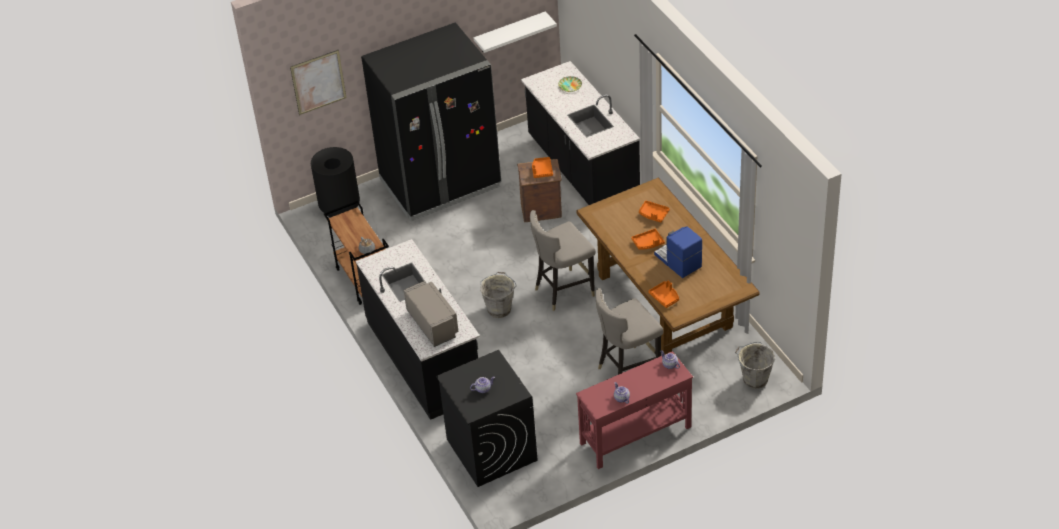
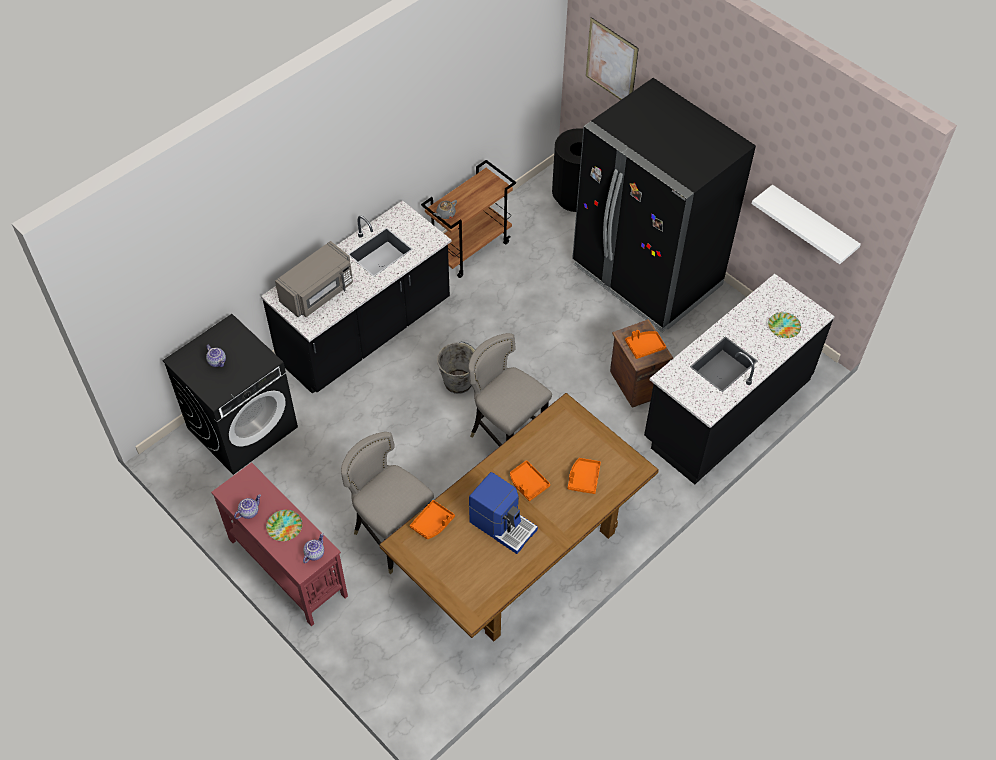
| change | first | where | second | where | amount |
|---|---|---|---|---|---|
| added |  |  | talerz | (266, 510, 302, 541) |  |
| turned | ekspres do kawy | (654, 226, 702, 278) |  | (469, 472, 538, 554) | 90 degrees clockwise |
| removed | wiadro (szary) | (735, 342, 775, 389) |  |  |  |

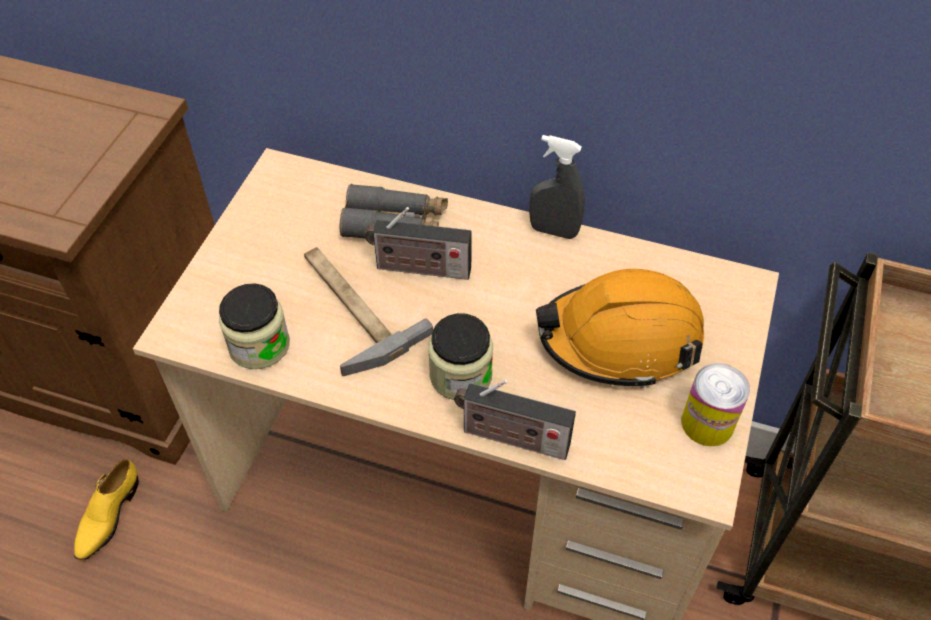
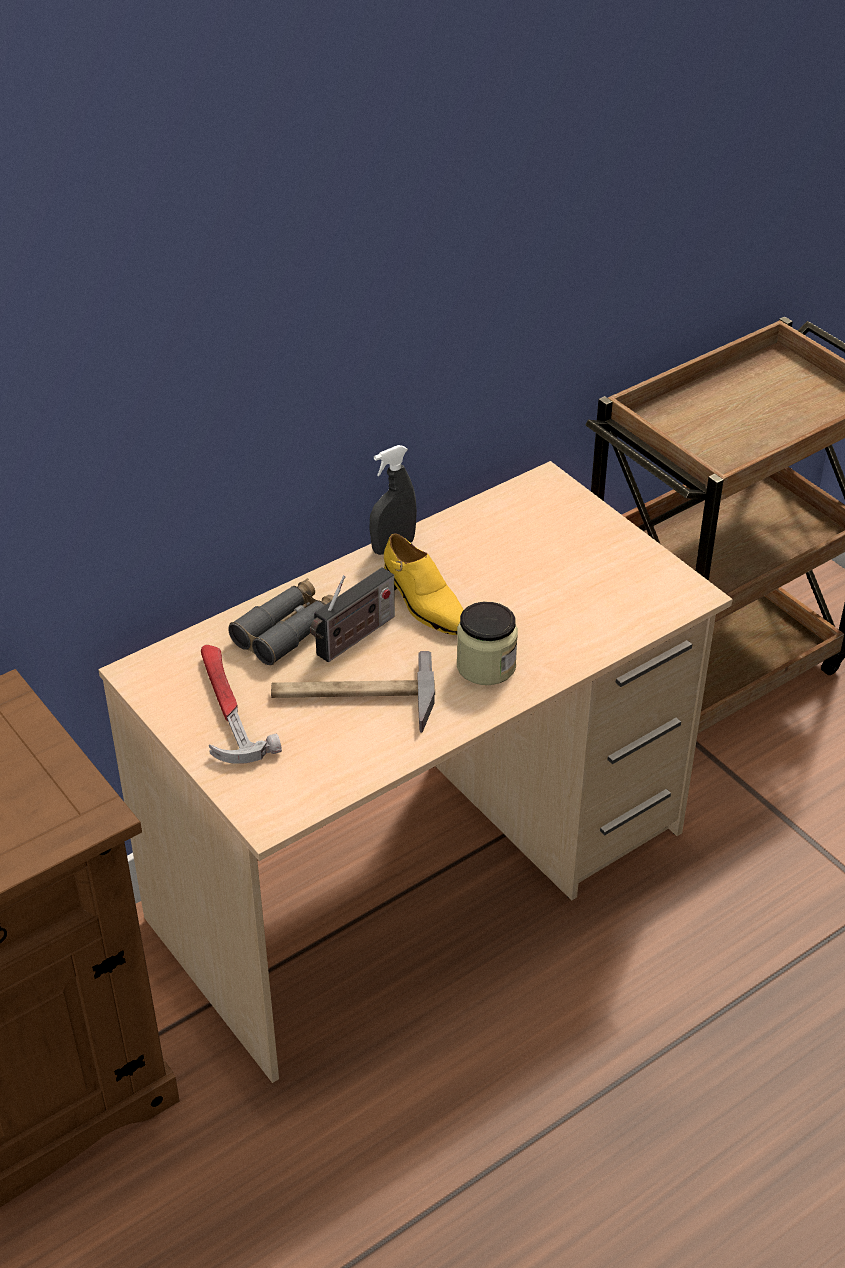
| change | first | where | second | where | amount |
|---|---|---|---|---|---|
| added |  |  | młotek | (201, 645, 282, 764) |  |
| moved | but (żółty) | (74, 459, 139, 560) |  | (384, 533, 463, 635) |  |
| removed | słoik | (219, 283, 290, 369) |  |  |  |
| removed | radio | (454, 380, 576, 460) |  |  |  |
| removed | kask (pomarańczowy) | (536, 269, 704, 388) |  |  |  |
| removed | puszka | (681, 363, 750, 446) |  |  |  |

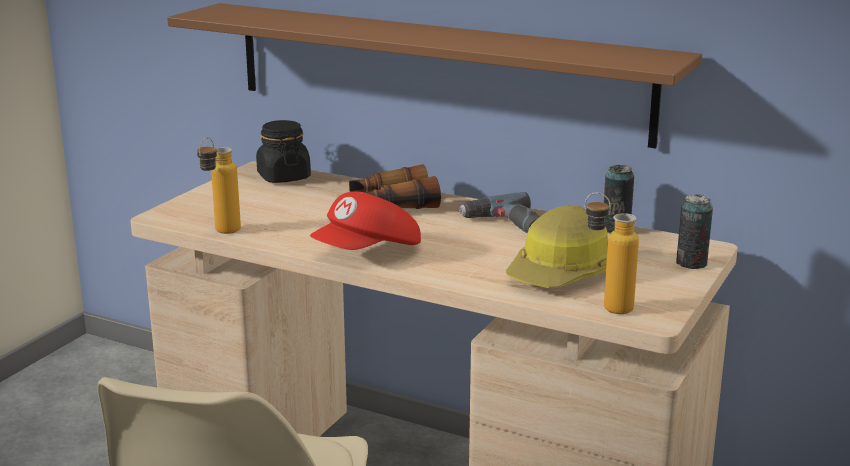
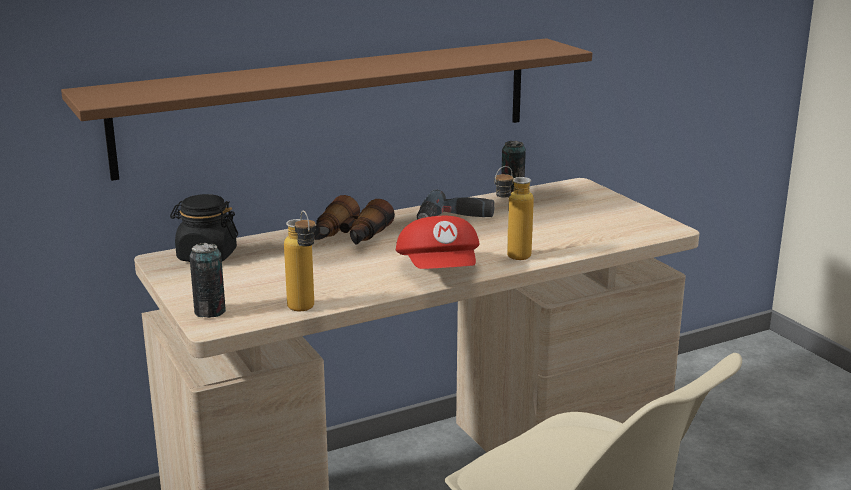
| change | first | where | second | where | amount |
|---|---|---|---|---|---|
| moved | puszka | (676, 195, 713, 269) |  | (190, 243, 226, 318) |  |
| moved | butelka | (585, 192, 639, 314) |  | (495, 166, 534, 260) |  |
| removed | kask | (506, 205, 608, 288) |  |  |  |

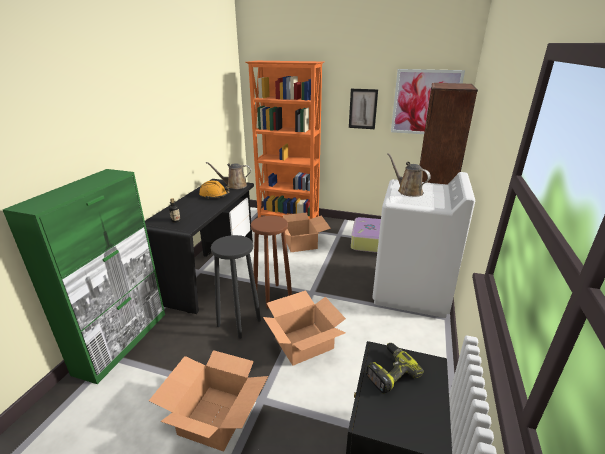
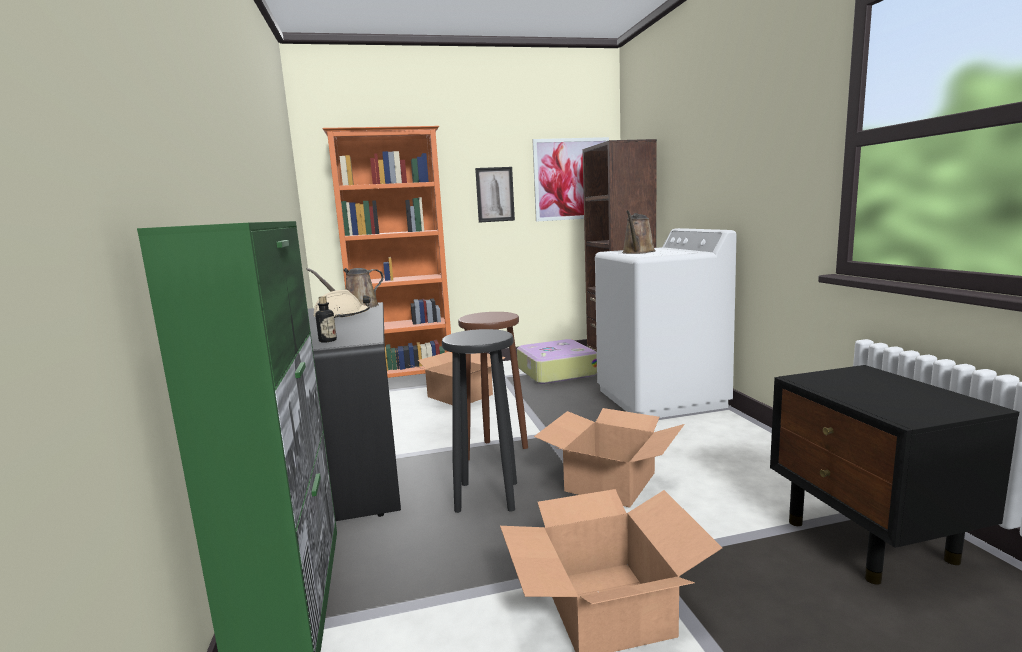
| change | first | where | second | where | amount |
|---|---|---|---|---|---|
| recoloured | kask (pomarańczowy) | (199, 180, 230, 199) | kask (beżowy) | (313, 290, 370, 319) |  |
| turned | konewka (brązowy) | (388, 153, 431, 197) |  | (622, 210, 655, 254) | 90 degrees counterclockwise |
| removed | wiertarka | (366, 343, 424, 394) |  |  |  |

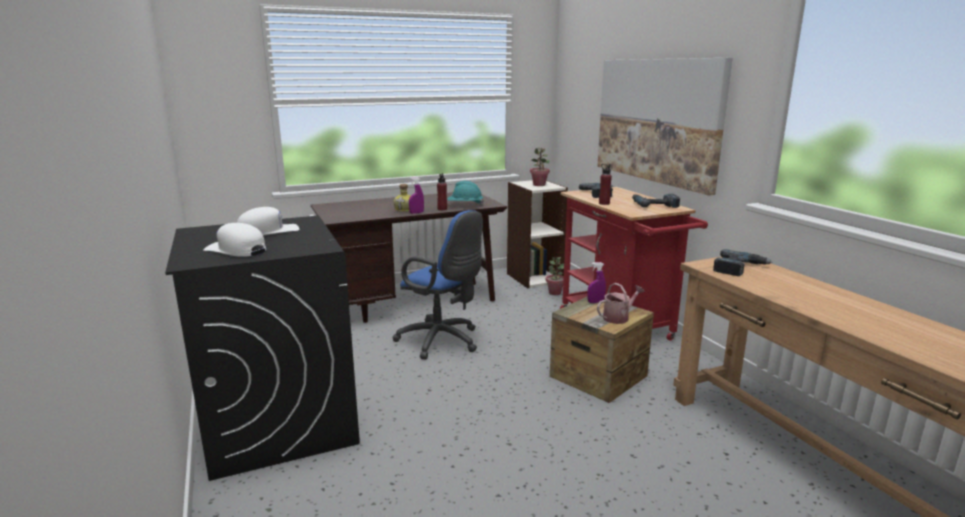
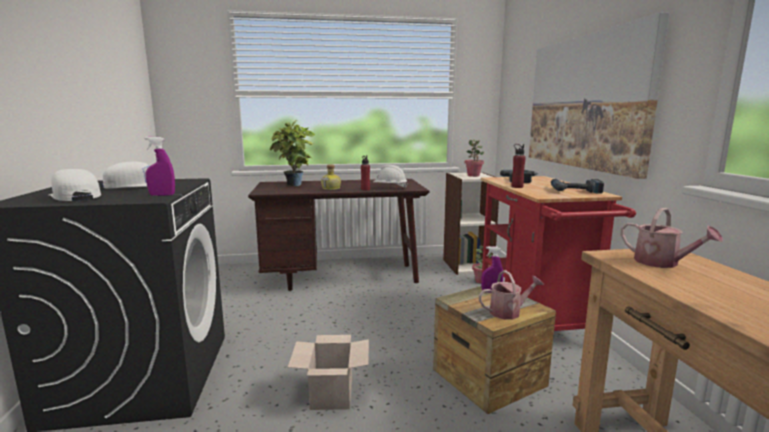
| change | first | where | second | where | amount |
|---|---|---|---|---|---|
| moved | spryskiwacz (fioletowy) | (409, 177, 424, 214) |  | (144, 137, 175, 196) |  |
| added |  |  | roślina doniczkowa | (270, 120, 315, 186) |  |
| added |  |  | karton | (288, 335, 369, 410) |  |
| recoloured | kask (turkusowy) | (447, 181, 484, 205) | kask (biały) | (373, 165, 408, 189) |  |
| replaced | wiertarka | (713, 249, 773, 276) | konewka | (621, 208, 723, 268) |  |
| removed | krzesło biurowe (niebieski) | (392, 210, 483, 360) |  |  |  |

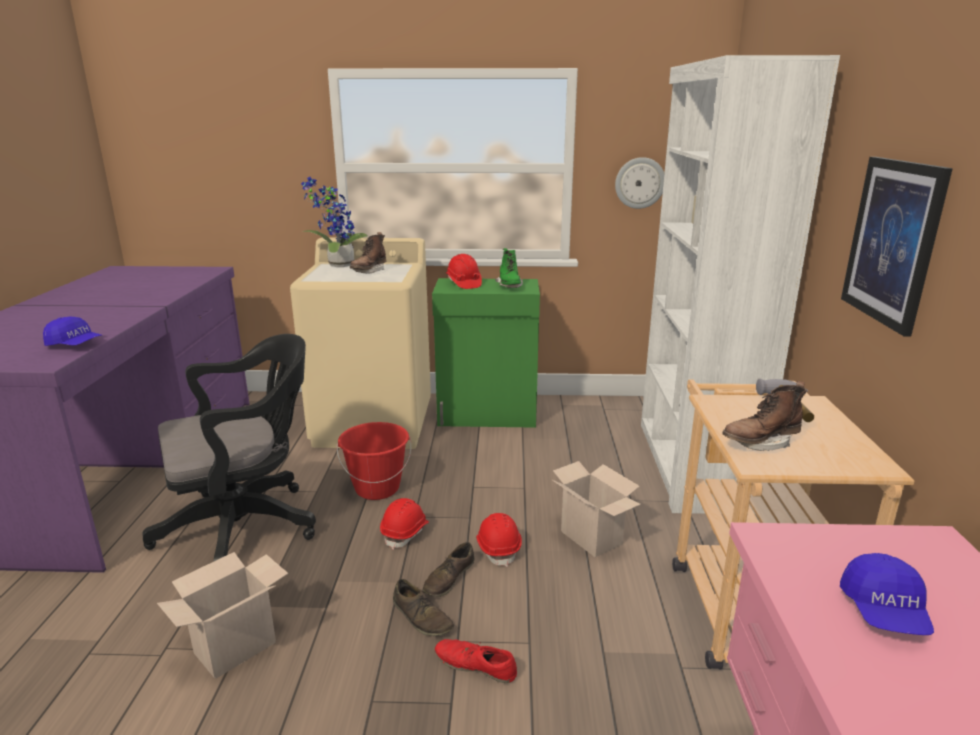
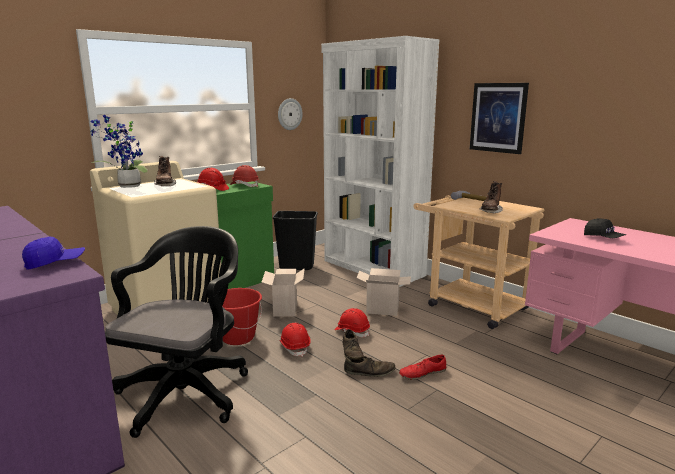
| change | first | where | second | where | amount |
|---|---|---|---|---|---|
| replaced | but z cholewką (zielony) | (495, 248, 523, 288) | kask (czerwony) | (230, 165, 259, 187) |  |
| moved | karton | (157, 552, 288, 679) |  | (262, 268, 305, 316) |  |
| added |  |  | kosz na śmieci (czarny) | (273, 211, 318, 270) |  |
| recoloured | czapka z daszkiem (niebieski) | (840, 553, 934, 635) | czapka z daszkiem (czarny) | (584, 218, 627, 238) |  |

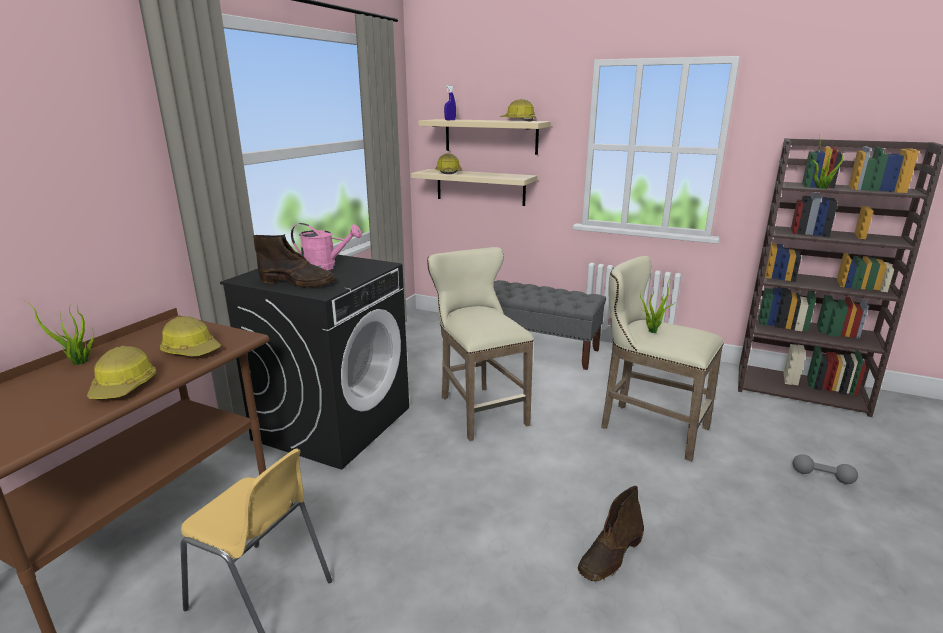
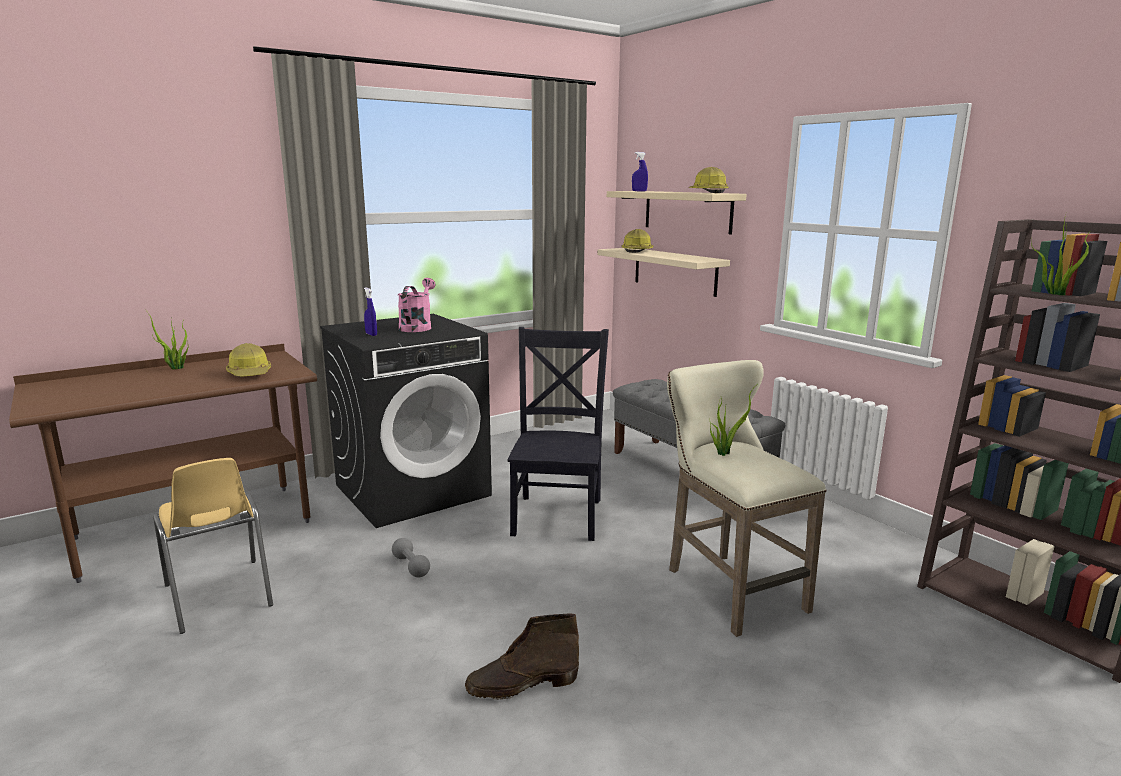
| change | first | where | second | where | amount |
|---|---|---|---|---|---|
| replaced | but z cholewką (brązowy) | (253, 234, 335, 288) | spryskiwacz (niebieski) | (364, 287, 377, 336) |  |
| moved | hantel (szary) | (793, 454, 858, 484) |  | (392, 538, 430, 577) |  |
| turned | konewka (różowy) | (291, 223, 362, 270) |  | (398, 278, 436, 332) | 120 degrees counterclockwise |
| replaced | stołek (beżowy) | (427, 247, 534, 441) | krzesło (czarny) | (508, 327, 609, 541) |  |
| removed | kask | (87, 346, 156, 399) |  |  |  |

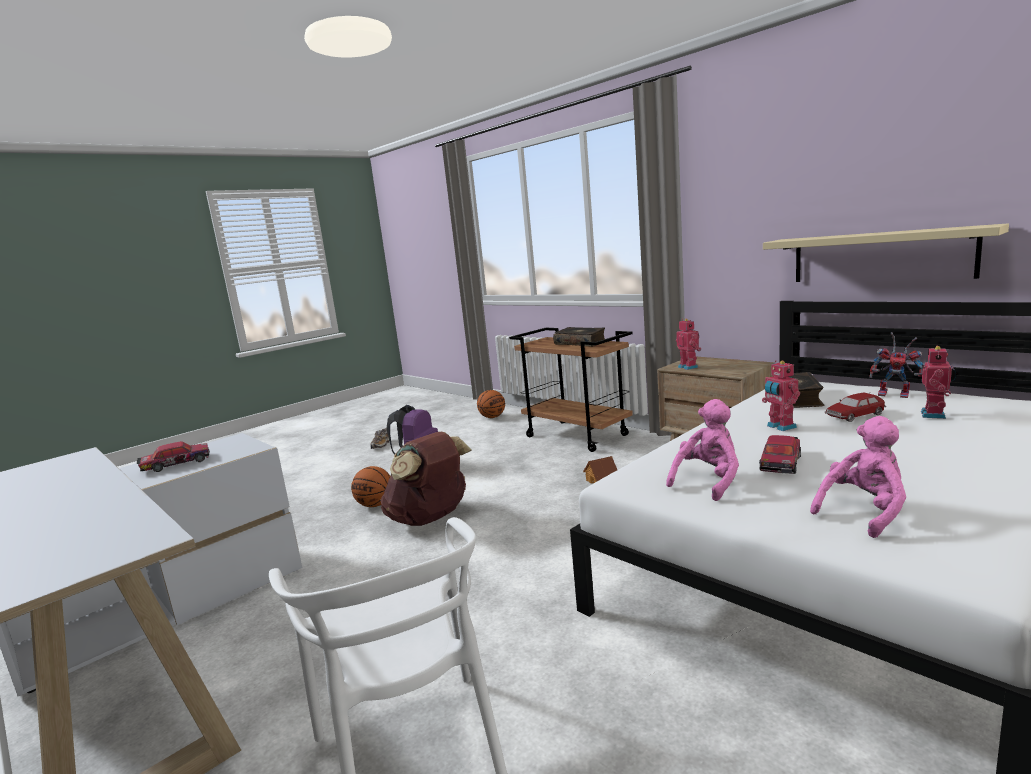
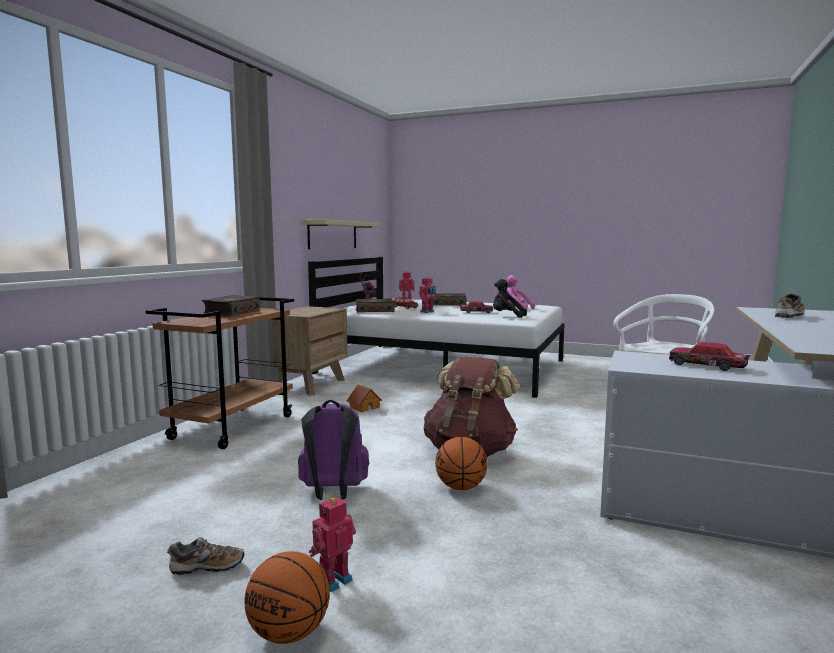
| change | first | where | second | where | amount |
|---|---|---|---|---|---|
| moved | piłka do koszykówki | (477, 390, 505, 418) |  | (244, 551, 330, 644) |  |
| moved | robot zabawkowy | (676, 319, 701, 370) |  | (309, 496, 356, 592) |  |
| added |  |  | książka | (432, 293, 466, 306) |  |
| recoloured | pluszak (różowy) | (666, 399, 739, 501) | pluszak (czarny) | (493, 279, 527, 318) |  |
| added |  |  | but | (775, 293, 805, 318) |  |

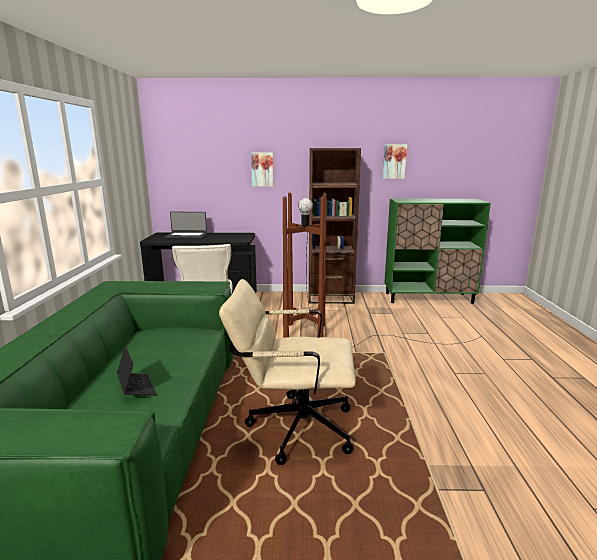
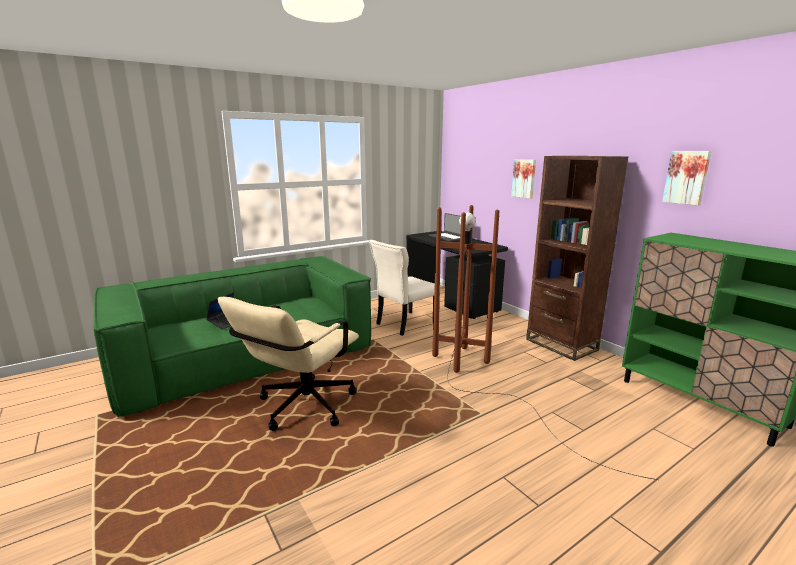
| change | first | where | second | where | amount |
|---|---|---|---|---|---|
| turned | krzesło biurowe (beżowy) | (219, 279, 356, 465) |  | (218, 297, 359, 431) | 120 degrees counterclockwise |

